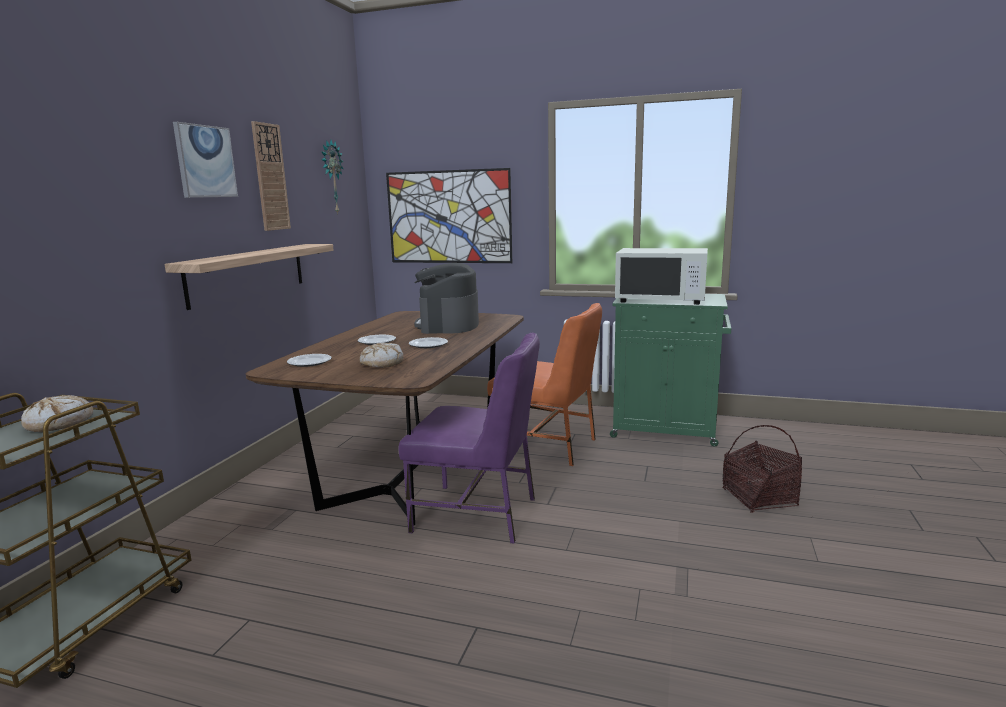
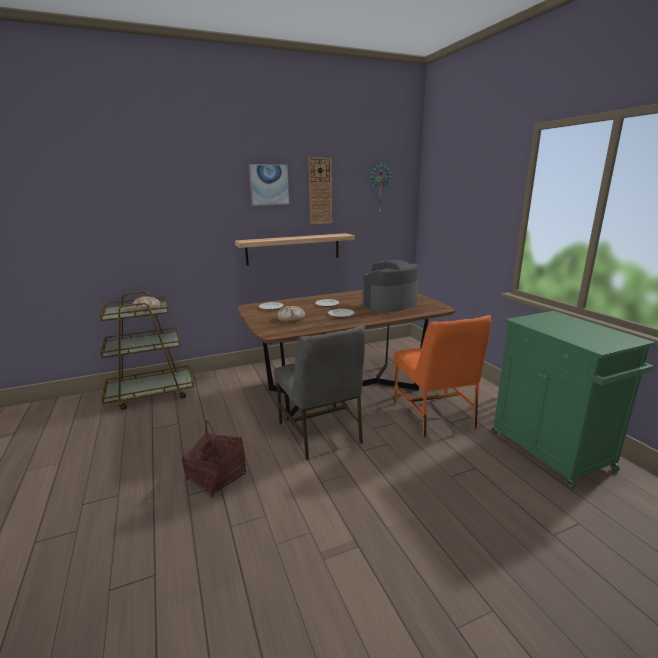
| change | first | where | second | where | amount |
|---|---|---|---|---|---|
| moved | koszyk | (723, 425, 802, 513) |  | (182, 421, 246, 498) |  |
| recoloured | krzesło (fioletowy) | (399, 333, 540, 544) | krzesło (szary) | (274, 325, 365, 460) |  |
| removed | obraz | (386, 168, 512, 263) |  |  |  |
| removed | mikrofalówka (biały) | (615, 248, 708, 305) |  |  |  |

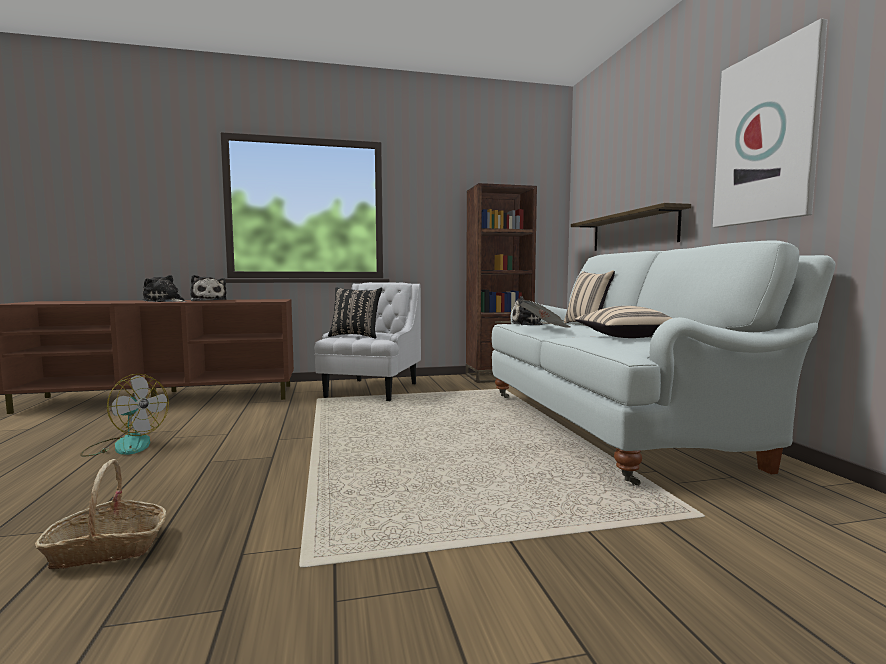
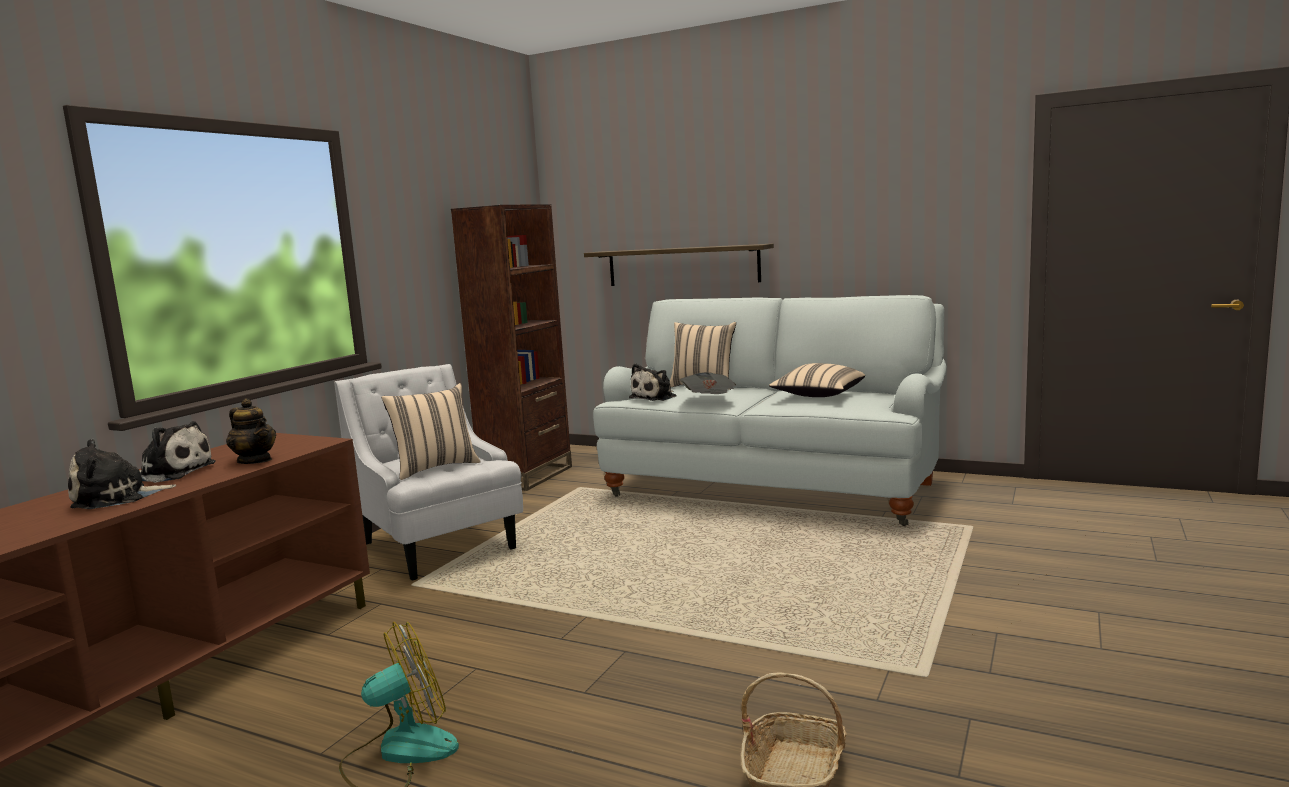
| change | first | where | second | where | amount |
|---|---|---|---|---|---|
| added |  |  | imbryk | (226, 399, 276, 464) |  |
| recoloured | poduszka (czarny) | (328, 288, 382, 338) | poduszka (beżowy) | (381, 383, 481, 480) |  |
| removed | obraz | (713, 19, 828, 227) |  |  |  |

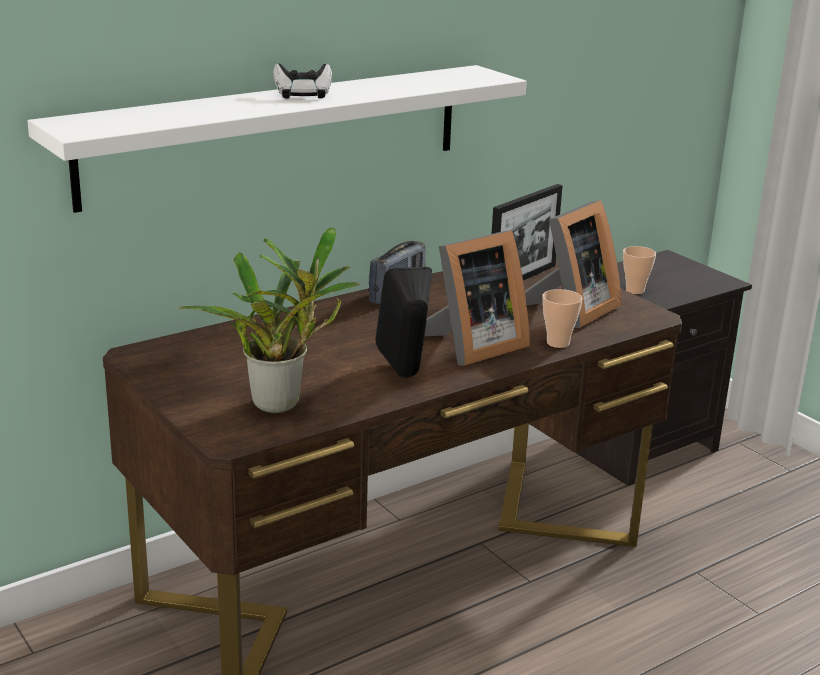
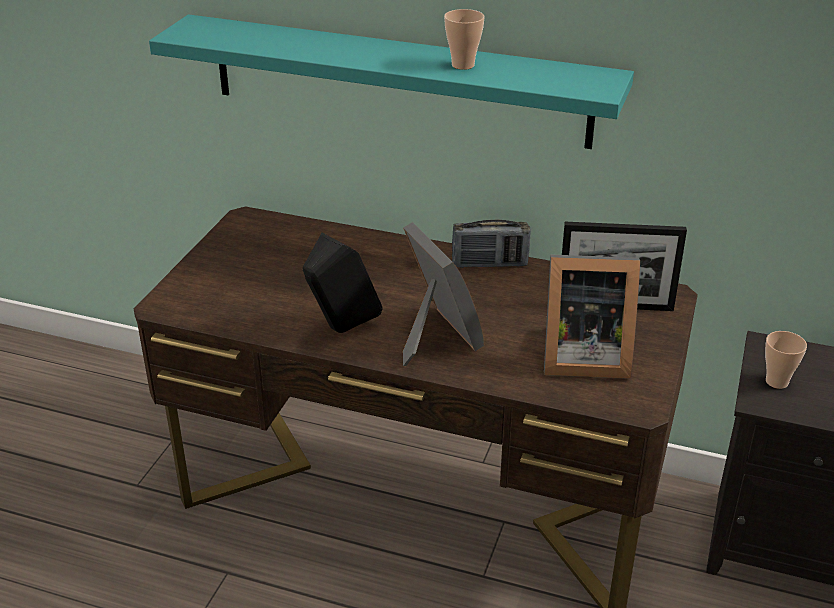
| change | first | where | second | where | amount |
|---|---|---|---|---|---|
| recoloured | półka (biały) | (27, 65, 527, 213) | półka (turkusowy) | (149, 14, 634, 149) |  |
| turned | ramka na zdjęcie | (425, 231, 530, 366) |  | (403, 222, 484, 366) | 135 degrees counterclockwise |
| moved | filiżanka | (542, 289, 582, 348) |  | (444, 9, 485, 70) |  |
| removed | roślina doniczkowa | (178, 227, 359, 413) |  |  |  |
| removed | pad do gier | (273, 63, 332, 99) |  |  |  |

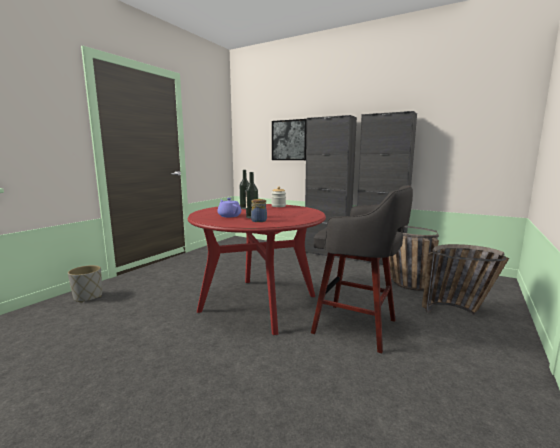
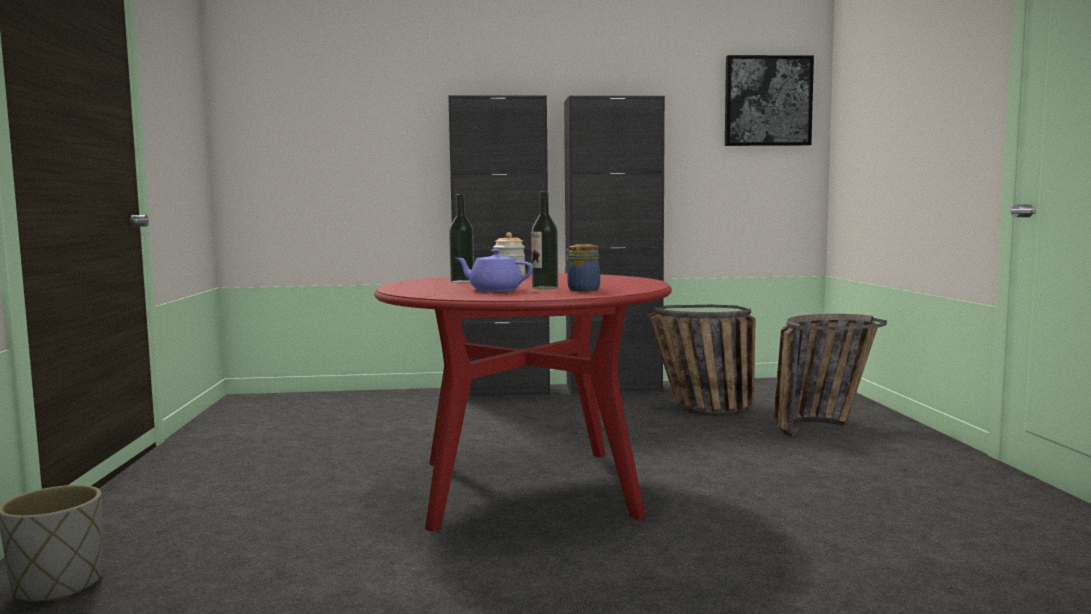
| change | first | where | second | where | amount |
|---|---|---|---|---|---|
| moved | obraz | (272, 119, 307, 160) |  | (725, 55, 814, 146) |  |
| removed | stołek (szary) | (311, 185, 413, 353) |  |  |  |

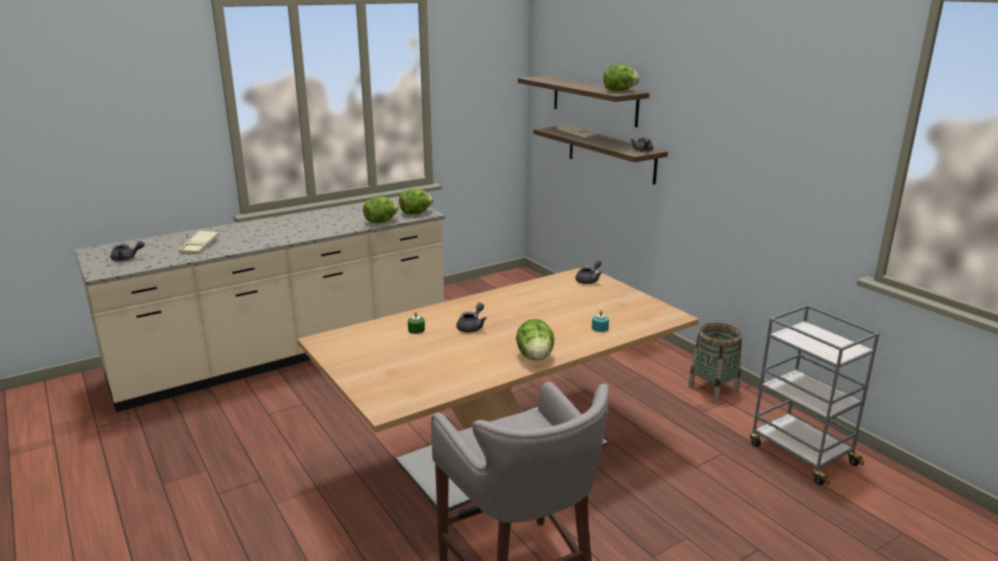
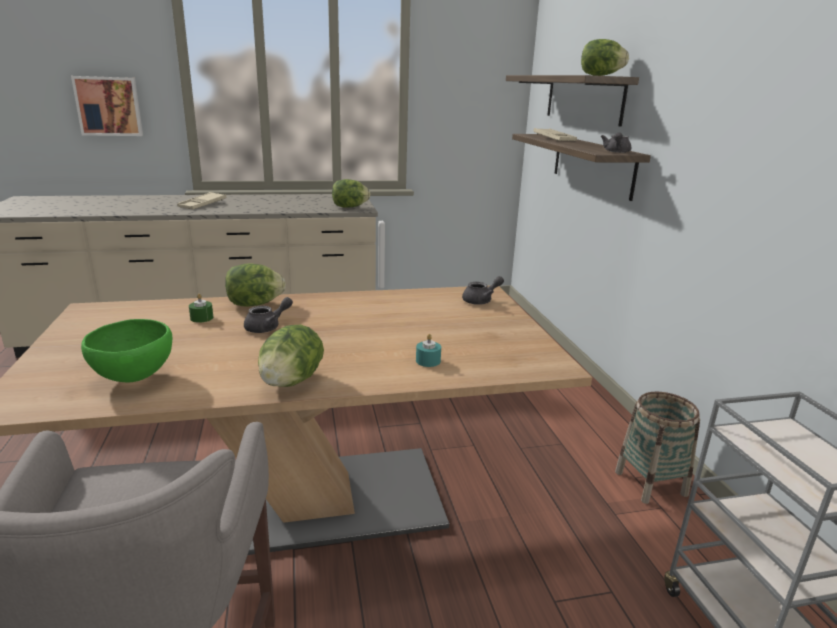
| change | first | where | second | where | amount |
|---|---|---|---|---|---|
| added |  |  | obraz | (71, 76, 143, 136) |  |
| added |  |  | miska (zielony) | (81, 319, 172, 382) |  |
| moved | taca (beżowy) | (179, 230, 219, 254) |  | (177, 192, 226, 209) |  |
| moved | sałata | (363, 197, 399, 223) |  | (225, 263, 286, 307) |  |
| removed | imbryk (szary) | (111, 241, 145, 261) |  |  |  |

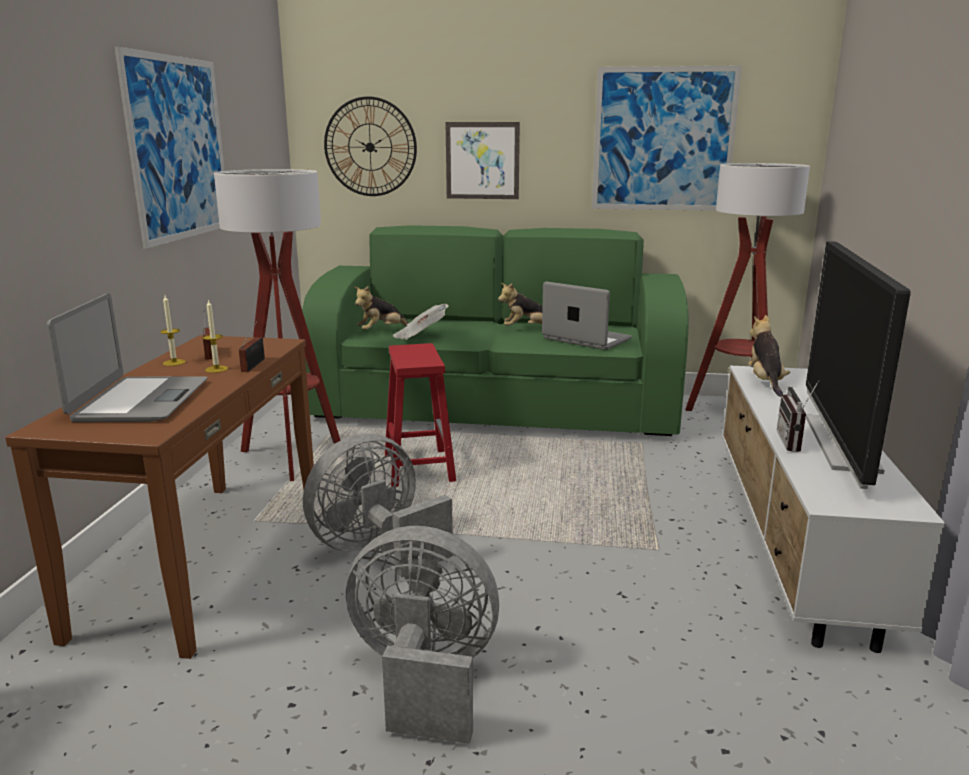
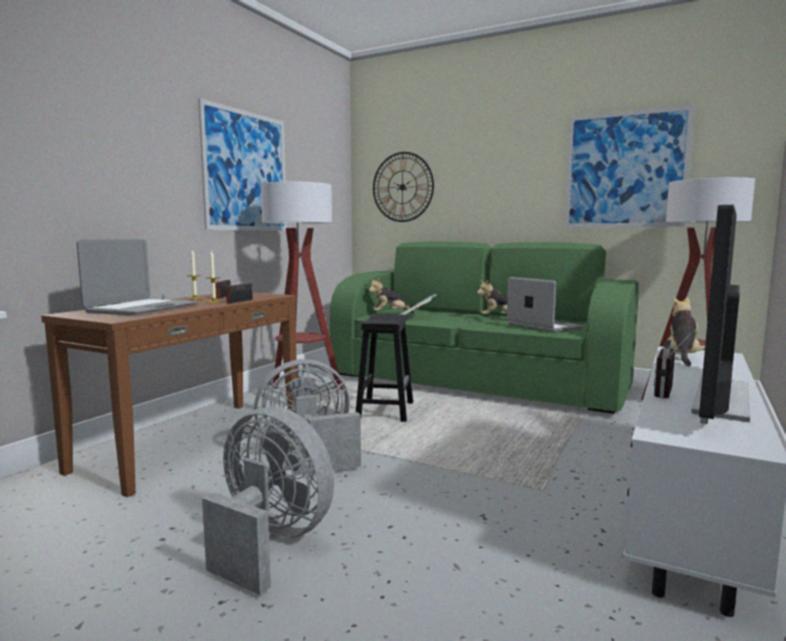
| change | first | where | second | where | amount |
|---|---|---|---|---|---|
| recoloured | stołek (czerwony) | (385, 343, 456, 487) | stołek (czarny) | (356, 314, 413, 422) |  |
| removed | obraz | (445, 122, 520, 199) |  |  |  |

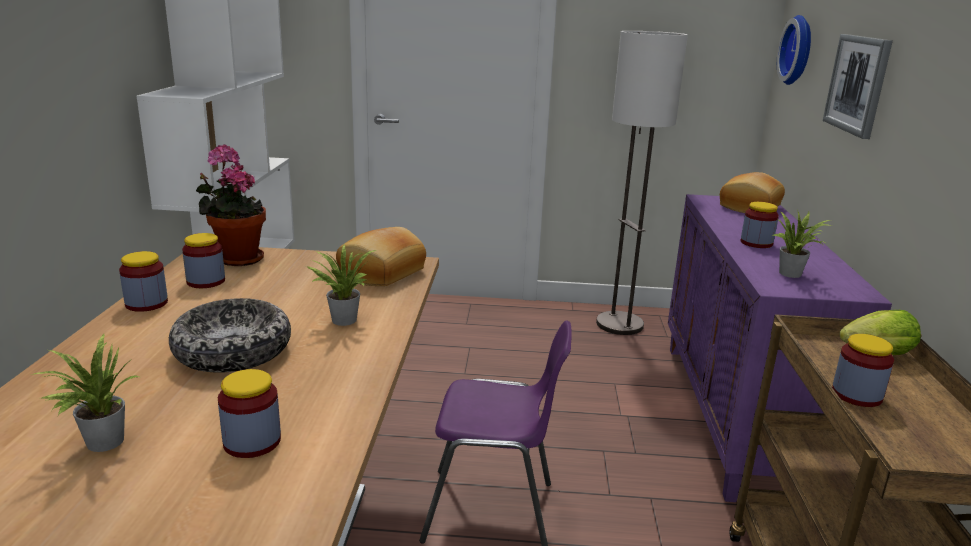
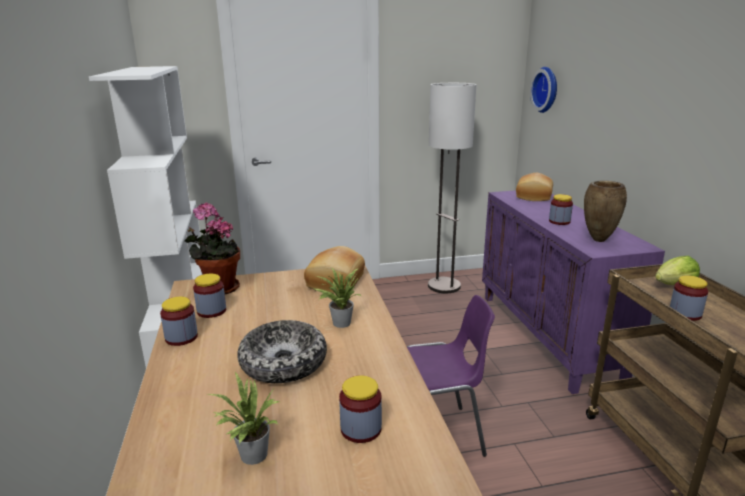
| change | first | where | second | where | amount |
|---|---|---|---|---|---|
| replaced | roślina doniczkowa | (773, 211, 832, 278) | wazon (brązowy) | (584, 181, 627, 242) |  |
| removed | obraz | (823, 34, 893, 139) |  |  |  |

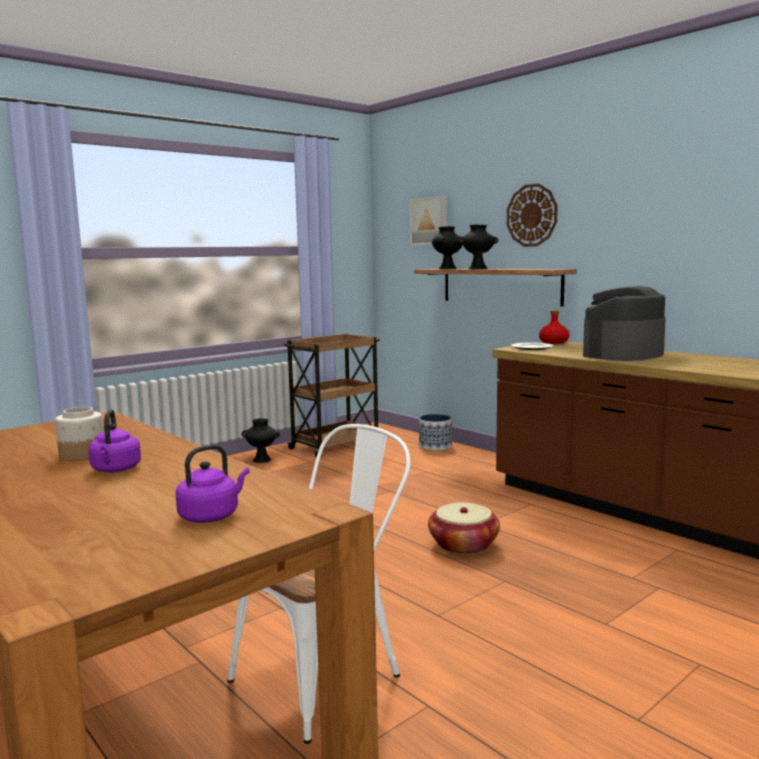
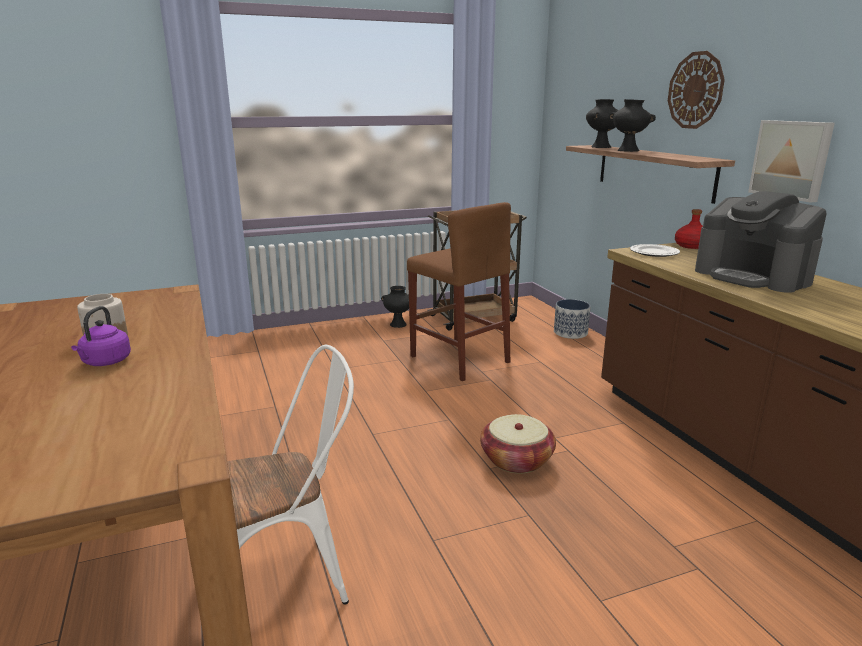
| change | first | where | second | where | amount |
|---|---|---|---|---|---|
| added |  |  | stołek (brązowy) | (407, 202, 511, 381) |  |
| turned | ekspres do kawy | (583, 286, 666, 361) |  | (695, 191, 827, 293) | 105 degrees counterclockwise |
| moved | obraz | (410, 196, 447, 245) |  | (748, 120, 835, 203) |  |
| removed | czajnik (fioletowy) | (175, 444, 250, 523) |  |  |  |

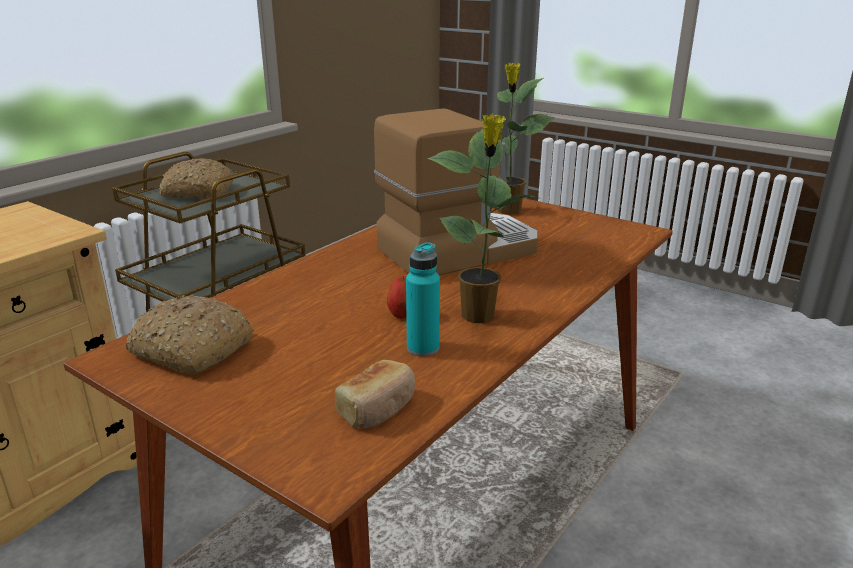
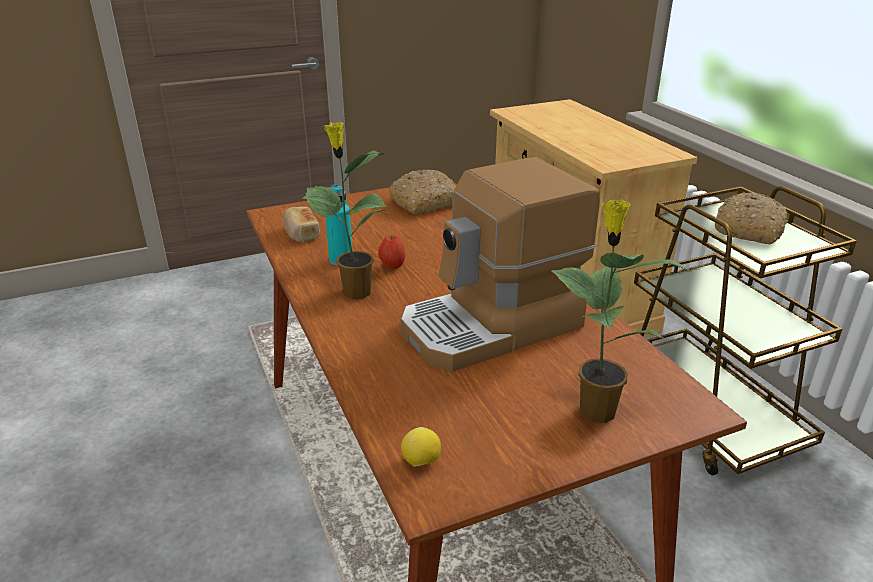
| change | first | where | second | where | amount |
|---|---|---|---|---|---|
| turned | ekspres do kawy | (374, 108, 538, 275) |  | (401, 157, 600, 372) | 60 degrees clockwise |
| added |  |  | cytryna | (401, 427, 441, 467) |  |

